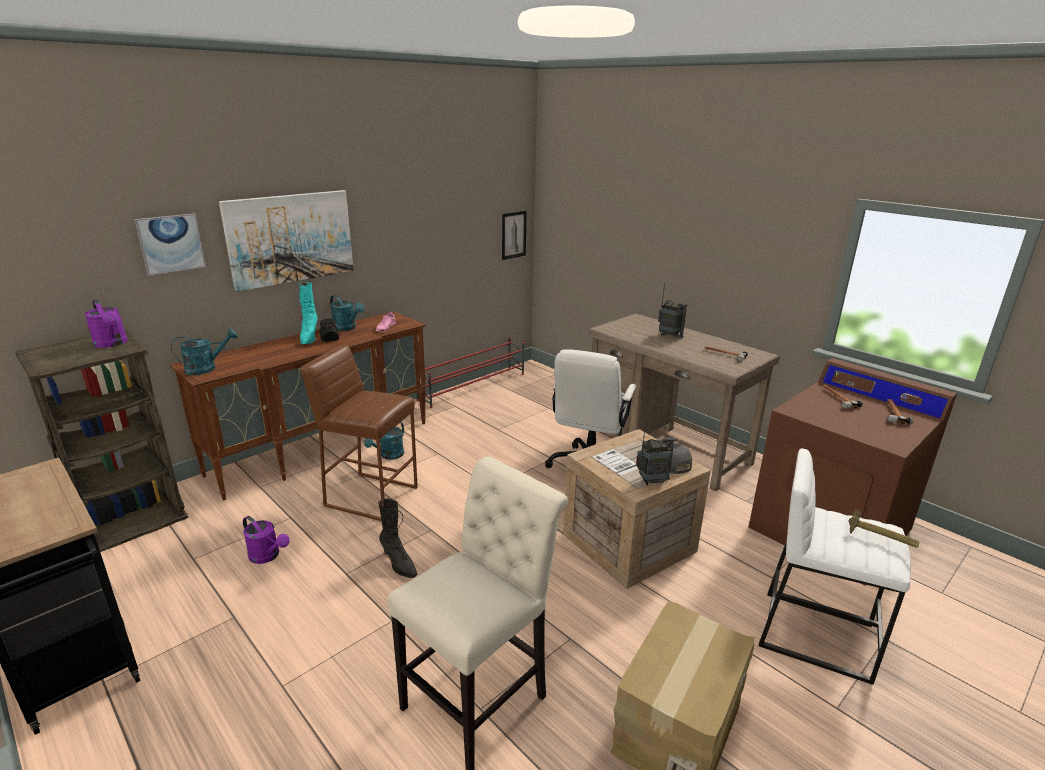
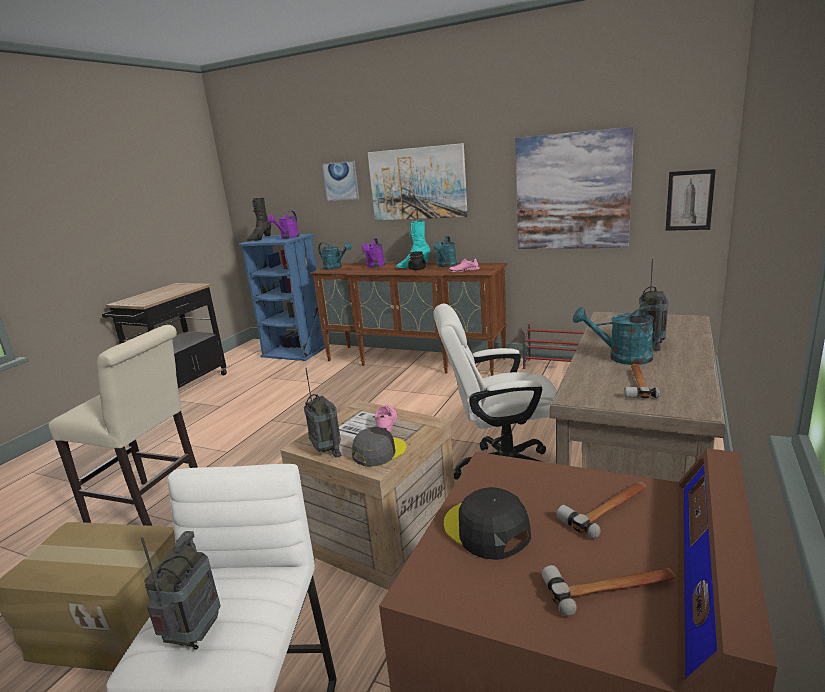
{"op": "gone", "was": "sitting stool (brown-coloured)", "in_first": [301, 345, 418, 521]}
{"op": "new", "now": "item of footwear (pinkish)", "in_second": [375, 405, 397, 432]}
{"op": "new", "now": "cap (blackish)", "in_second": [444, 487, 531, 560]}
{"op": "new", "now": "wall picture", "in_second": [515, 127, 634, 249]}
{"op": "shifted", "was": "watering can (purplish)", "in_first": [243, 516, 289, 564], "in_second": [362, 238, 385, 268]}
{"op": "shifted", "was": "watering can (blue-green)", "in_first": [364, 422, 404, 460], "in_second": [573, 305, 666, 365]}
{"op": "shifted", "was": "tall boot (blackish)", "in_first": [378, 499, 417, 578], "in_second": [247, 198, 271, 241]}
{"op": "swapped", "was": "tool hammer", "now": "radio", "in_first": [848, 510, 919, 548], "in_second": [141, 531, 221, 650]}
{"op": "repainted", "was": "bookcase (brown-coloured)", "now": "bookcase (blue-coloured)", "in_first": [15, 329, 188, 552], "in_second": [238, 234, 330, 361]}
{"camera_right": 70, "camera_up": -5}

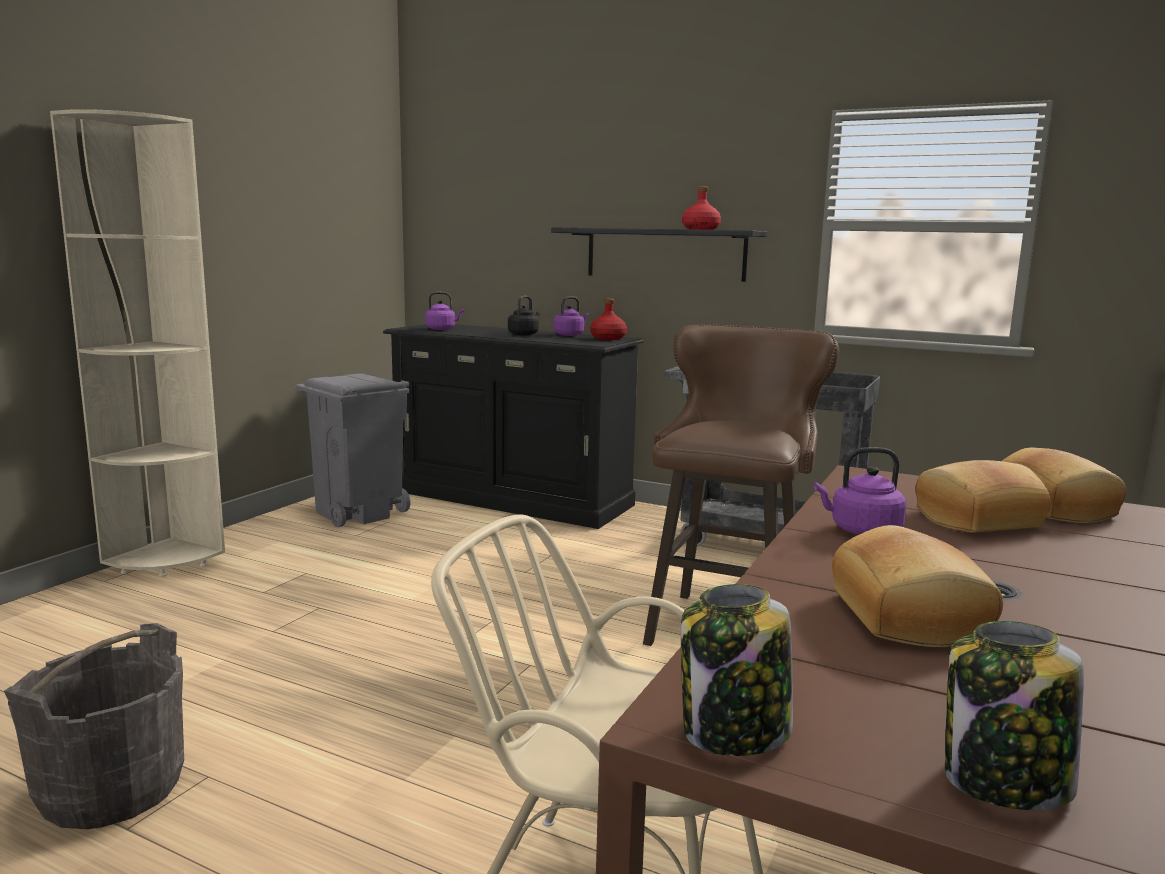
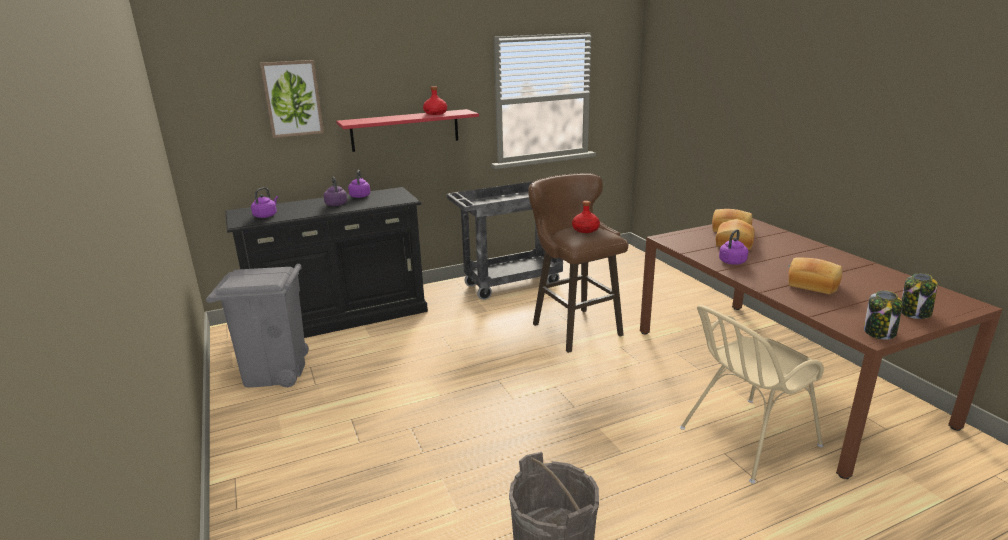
{"op": "gone", "was": "bookcase (sand-coloured)", "in_first": [50, 109, 225, 577]}
{"op": "new", "now": "wall picture", "in_second": [260, 60, 324, 138]}
{"op": "shifted", "was": "beverage bottle (red)", "in_first": [590, 298, 627, 340], "in_second": [572, 201, 600, 233]}
{"op": "repainted", "was": "water kettle (blackish)", "now": "water kettle (purplish)", "in_first": [508, 296, 540, 335], "in_second": [324, 177, 347, 206]}
{"op": "repainted", "was": "shelf (blackish)", "now": "shelf (red)", "in_first": [551, 227, 767, 282], "in_second": [336, 109, 479, 152]}
{"camera_right": -50, "camera_up": 10}

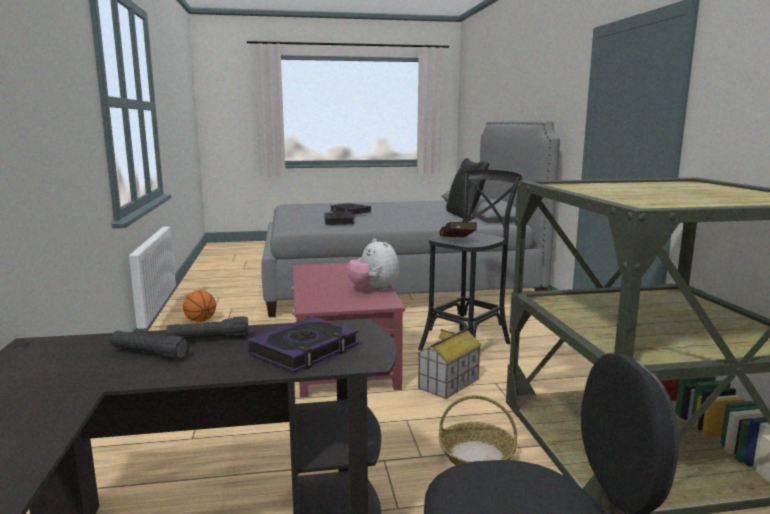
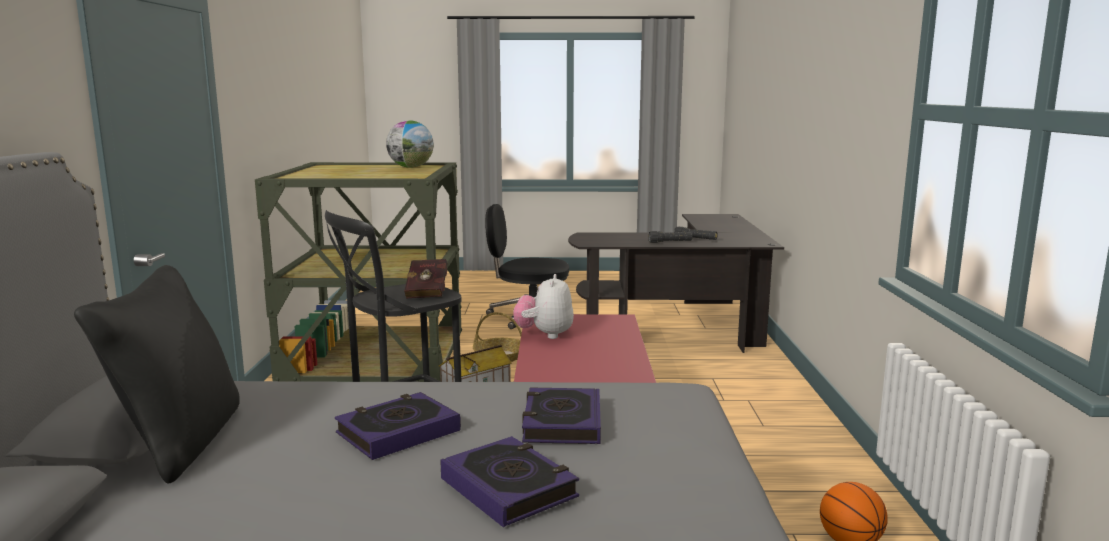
{"op": "new", "now": "globe", "in_second": [386, 120, 434, 168]}
{"op": "shifted", "was": "volume", "in_first": [247, 316, 359, 373], "in_second": [335, 392, 461, 460]}
{"op": "rotated", "was": "plush toy", "in_first": [347, 238, 399, 290], "in_second": [513, 274, 574, 339], "clockwise": -150}
{"camera_right": -170, "camera_up": 0}

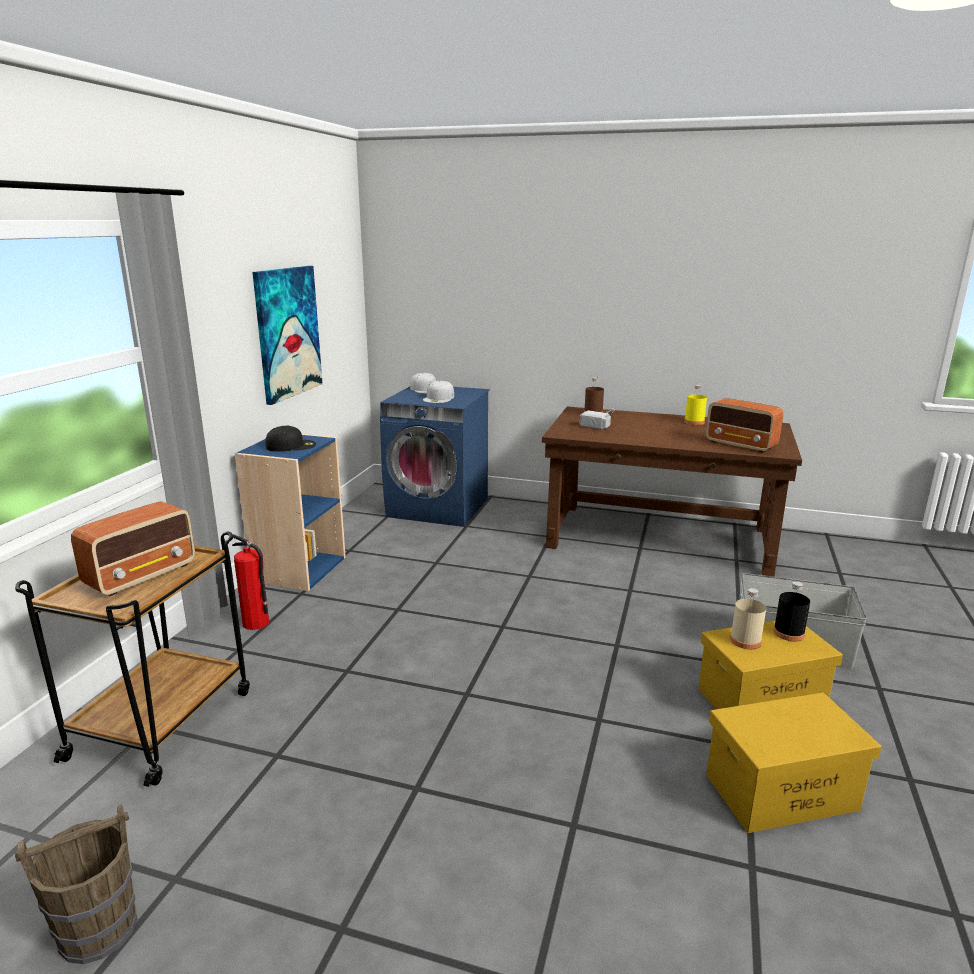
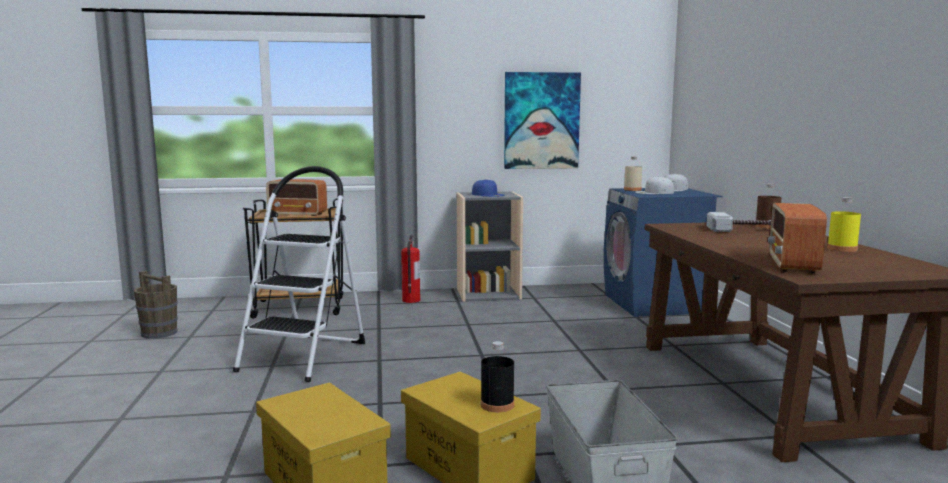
{"op": "new", "now": "step ladder", "in_second": [233, 166, 365, 382]}
{"op": "shifted", "was": "beverage bottle (sand-coloured)", "in_first": [730, 588, 766, 649], "in_second": [624, 157, 642, 191]}
{"op": "repainted", "was": "bookcase (blue-coloured)", "now": "bookcase (grey)", "in_first": [235, 434, 346, 591], "in_second": [457, 192, 523, 302]}
{"op": "repainted", "was": "cap (blackish)", "now": "cap (blue-coloured)", "in_first": [265, 426, 316, 452], "in_second": [472, 179, 505, 197]}
{"camera_right": 65, "camera_up": -10}

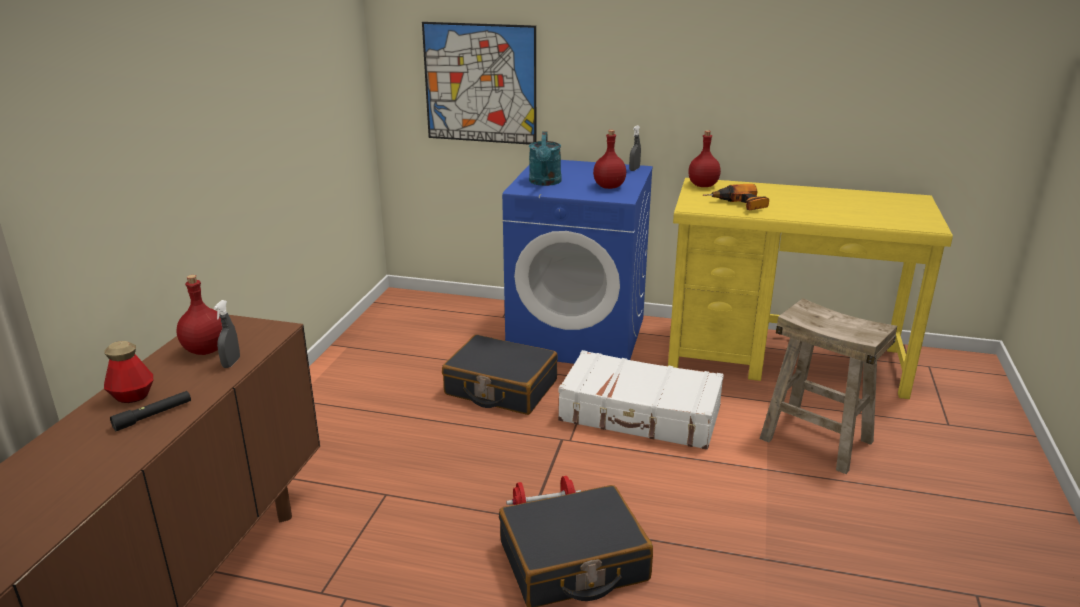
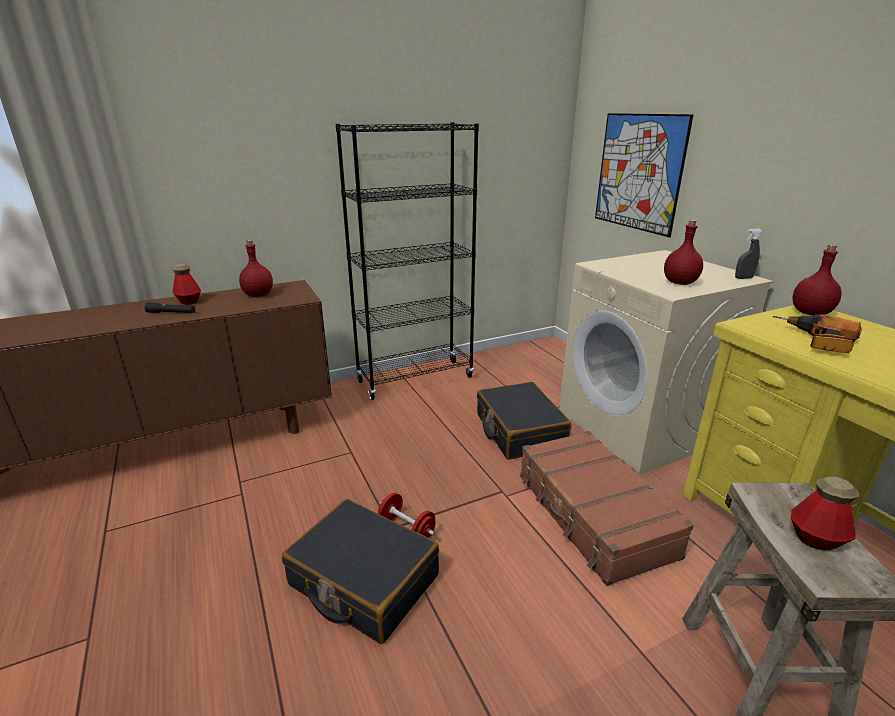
{"op": "gone", "was": "sprayer (grey)", "in_first": [214, 300, 240, 368]}
{"op": "gone", "was": "watering can (blue-green)", "in_first": [529, 131, 561, 186]}
{"op": "new", "now": "bookcase (blackish)", "in_second": [336, 122, 479, 400]}
{"op": "new", "now": "beverage bottle", "in_second": [791, 477, 858, 551]}
{"op": "repainted", "was": "laundry appliance (blue-coloured)", "now": "laundry appliance (sand-coloured)", "in_first": [502, 160, 653, 364], "in_second": [559, 250, 773, 474]}
{"op": "repainted", "was": "suitcase (whitish)", "now": "suitcase (brown-coloured)", "in_first": [558, 350, 724, 450], "in_second": [520, 431, 694, 586]}
{"camera_right": 50, "camera_up": 0}

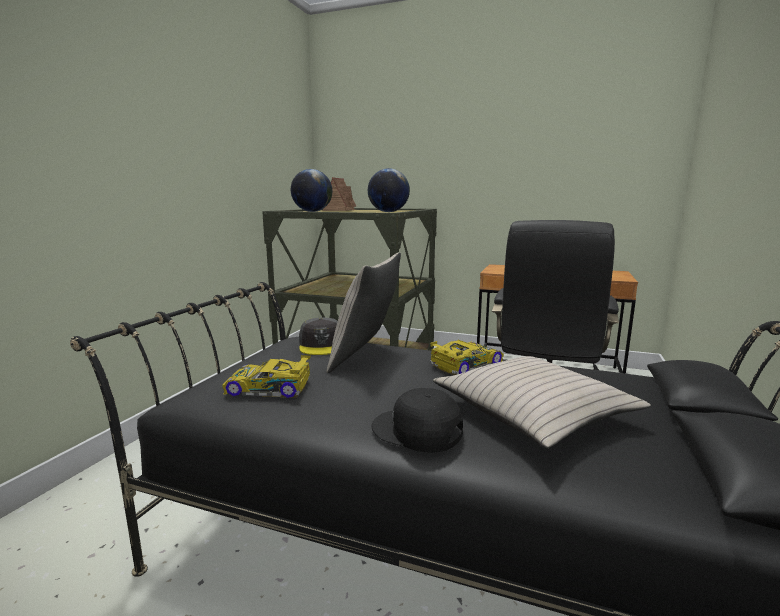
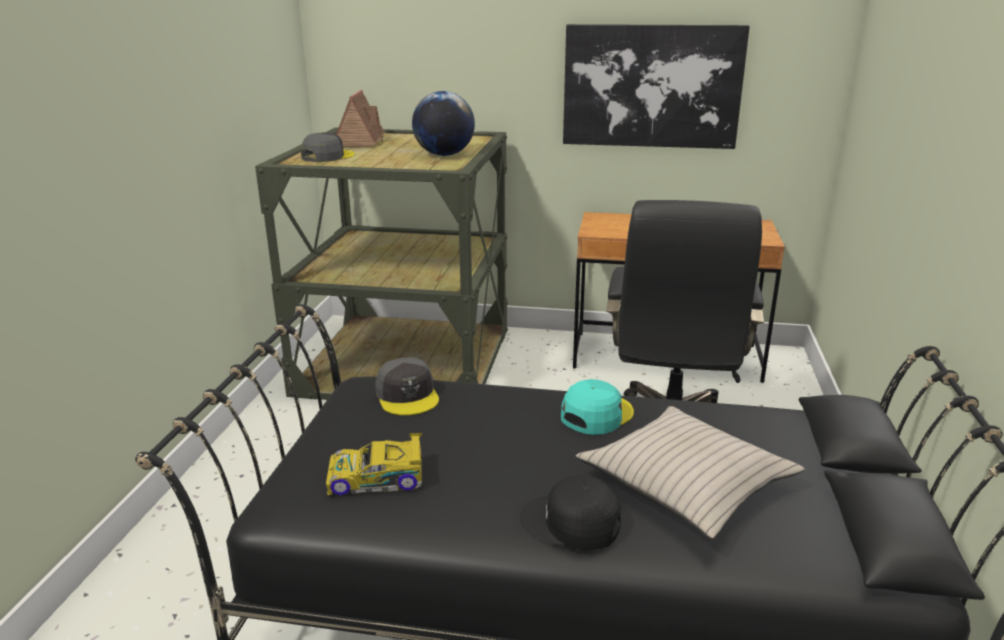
{"op": "gone", "was": "throw pillow (sand-coloured)", "in_first": [327, 252, 401, 373]}
{"op": "new", "now": "wall picture", "in_second": [563, 24, 750, 149]}
{"op": "swapped", "was": "globe", "now": "cap (grey)", "in_first": [291, 169, 332, 212], "in_second": [301, 132, 355, 162]}
{"op": "swapped", "was": "miniature car", "now": "cap (blue-green)", "in_first": [430, 340, 504, 375], "in_second": [561, 379, 634, 435]}
{"camera_right": -10, "camera_up": 10}

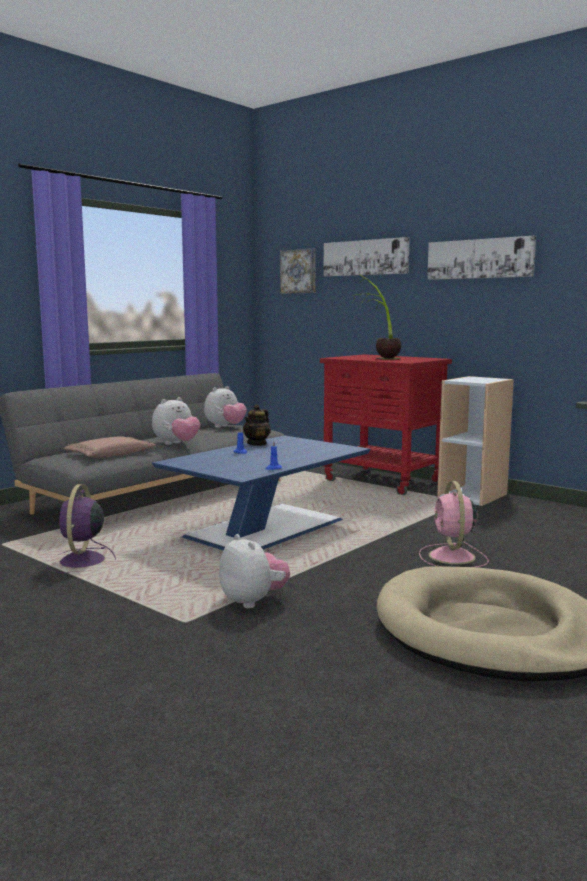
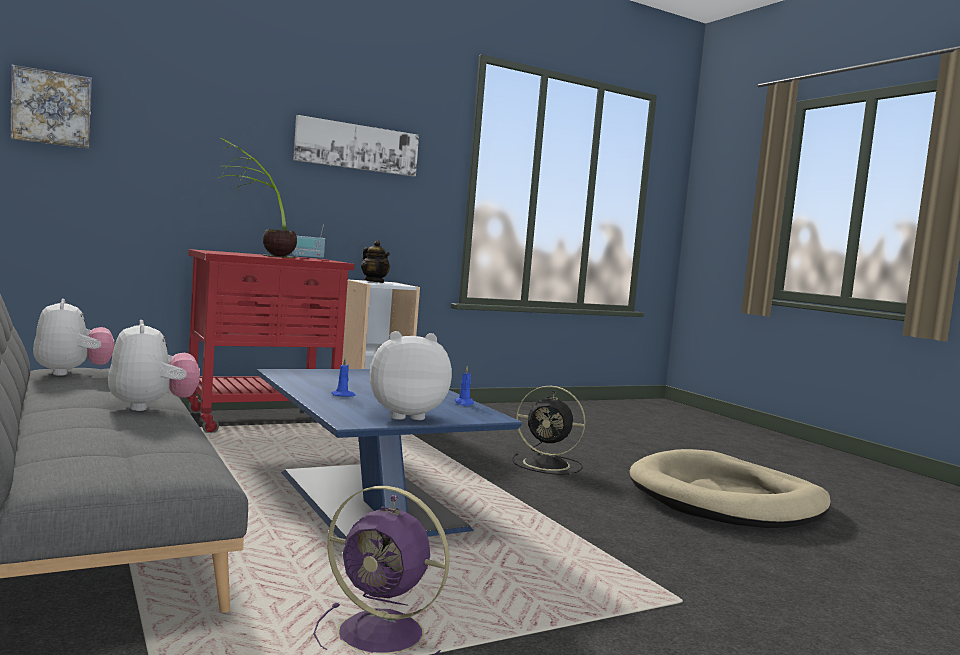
{"op": "gone", "was": "throw pillow (sand-coloured)", "in_first": [64, 436, 155, 458]}
{"op": "gone", "was": "wall picture", "in_first": [323, 237, 410, 276]}
{"op": "new", "now": "radio", "in_second": [293, 224, 325, 259]}
{"op": "shifted", "was": "plush toy", "in_first": [219, 534, 290, 608], "in_second": [370, 331, 452, 420]}
{"op": "shifted", "was": "tea pot", "in_first": [243, 404, 271, 446], "in_second": [361, 240, 390, 283]}
{"op": "repainted", "was": "fan (pinkish)", "now": "fan (blackish)", "in_first": [419, 481, 488, 567], "in_second": [512, 386, 586, 475]}
{"camera_right": -70, "camera_up": -5}

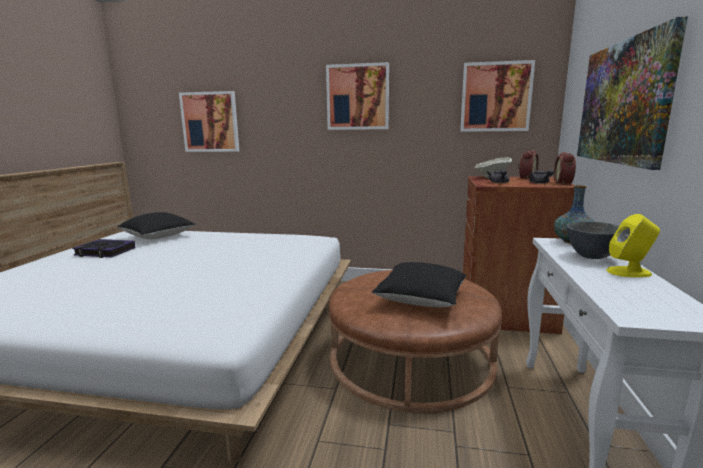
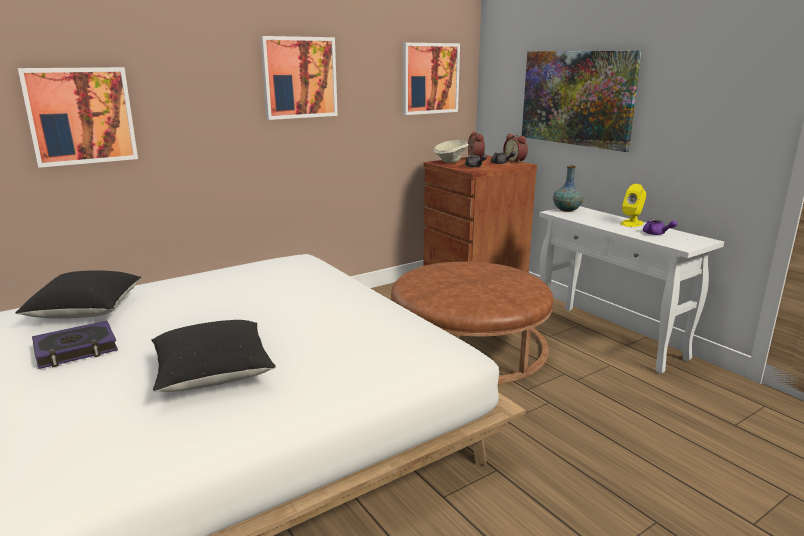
{"op": "gone", "was": "bowl (grey)", "in_first": [566, 221, 619, 259]}
{"op": "new", "now": "tea pot (purplish)", "in_second": [643, 219, 677, 235]}
{"op": "shifted", "was": "throw pillow (blackish)", "in_first": [372, 262, 467, 307], "in_second": [152, 320, 276, 392]}
{"camera_right": -45, "camera_up": 5}

